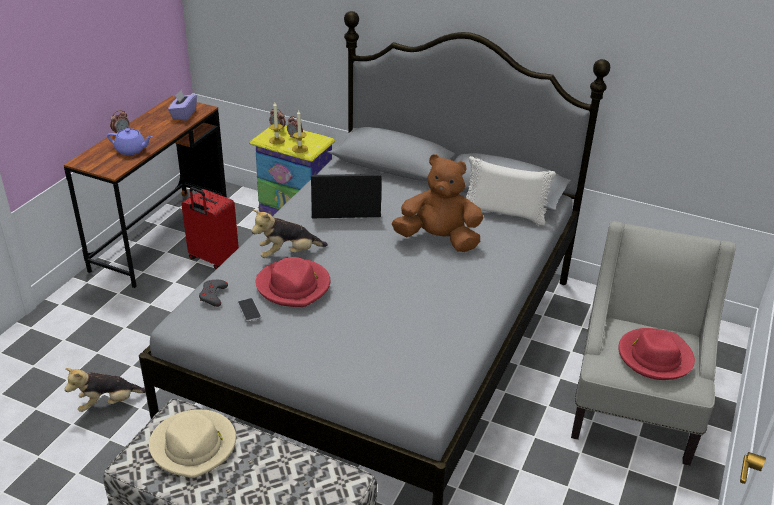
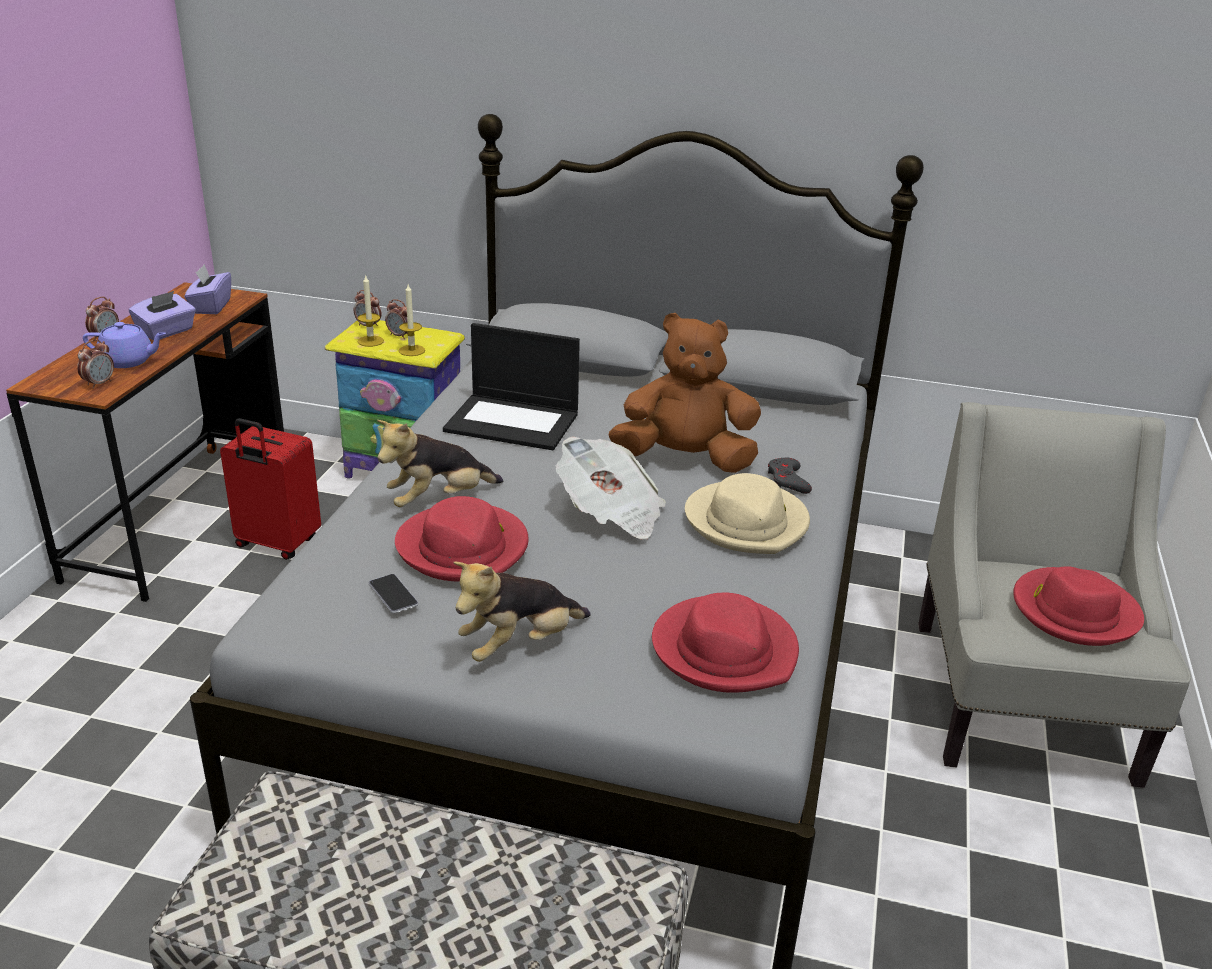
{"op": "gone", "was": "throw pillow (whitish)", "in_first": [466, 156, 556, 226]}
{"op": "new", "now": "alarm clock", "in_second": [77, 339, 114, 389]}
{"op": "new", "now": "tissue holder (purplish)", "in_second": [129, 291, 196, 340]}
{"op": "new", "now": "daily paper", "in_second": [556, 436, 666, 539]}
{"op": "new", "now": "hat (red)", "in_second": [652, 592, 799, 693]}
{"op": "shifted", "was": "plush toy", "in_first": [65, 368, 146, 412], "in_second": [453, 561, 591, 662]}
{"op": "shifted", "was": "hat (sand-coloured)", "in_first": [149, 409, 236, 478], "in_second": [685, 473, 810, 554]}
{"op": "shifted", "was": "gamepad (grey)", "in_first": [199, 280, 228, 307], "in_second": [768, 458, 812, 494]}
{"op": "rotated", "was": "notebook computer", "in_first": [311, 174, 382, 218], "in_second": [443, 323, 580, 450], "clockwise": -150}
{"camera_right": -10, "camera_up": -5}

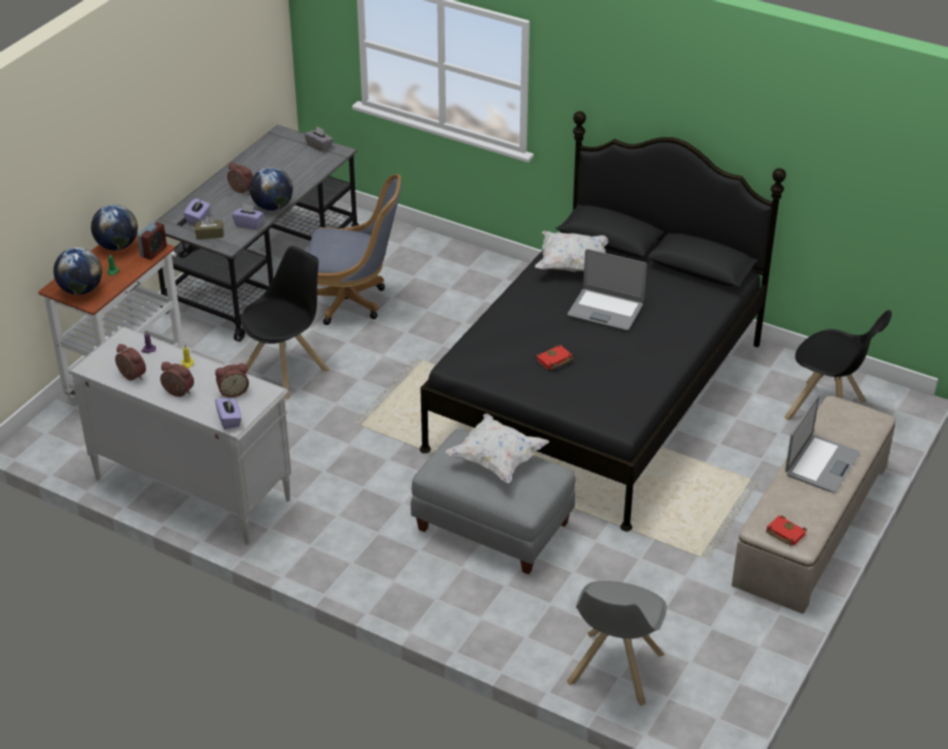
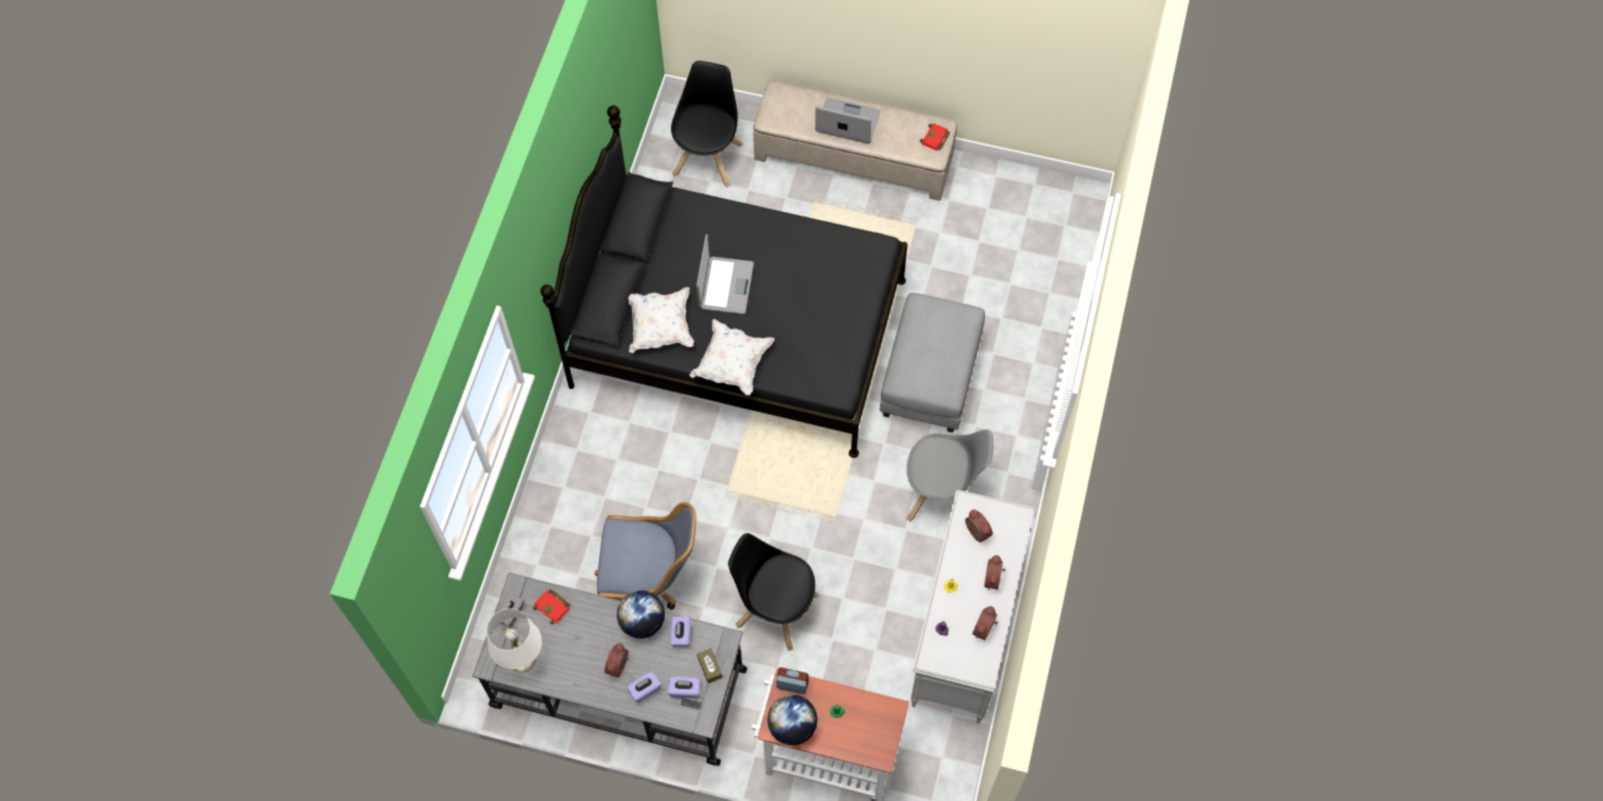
{"op": "gone", "was": "globe", "in_first": [53, 247, 102, 295]}
{"op": "new", "now": "tabletop lamp (whitish)", "in_second": [486, 609, 542, 673]}
{"op": "shifted", "was": "tissue holder (purplish)", "in_first": [215, 397, 242, 429], "in_second": [627, 671, 662, 702]}
{"op": "shifted", "was": "throw pillow (whitish)", "in_first": [446, 414, 550, 483], "in_second": [690, 319, 775, 395]}
{"op": "shifted", "was": "volume (red)", "in_first": [536, 345, 573, 370], "in_second": [532, 589, 570, 625]}
{"op": "shifted", "was": "plain chair (grey)", "in_first": [567, 581, 667, 706], "in_second": [907, 429, 993, 522]}
{"op": "rotated", "was": "office chair (blue-coloured)", "in_first": [308, 174, 401, 325], "in_second": [595, 502, 696, 610], "clockwise": 105}
{"camera_right": -105, "camera_up": 25}

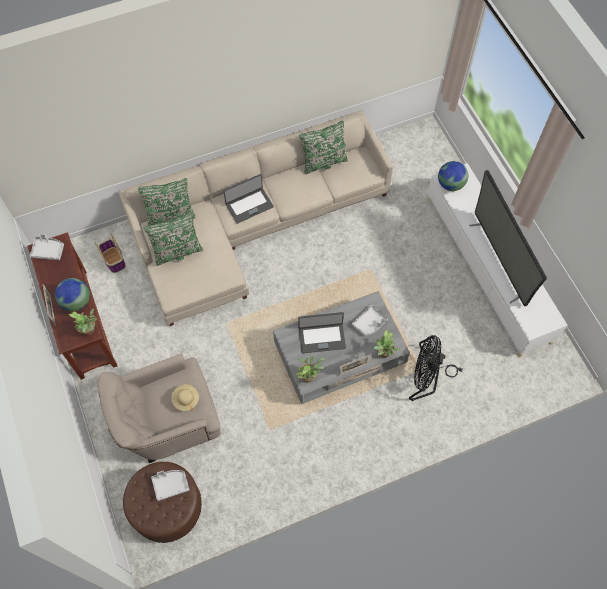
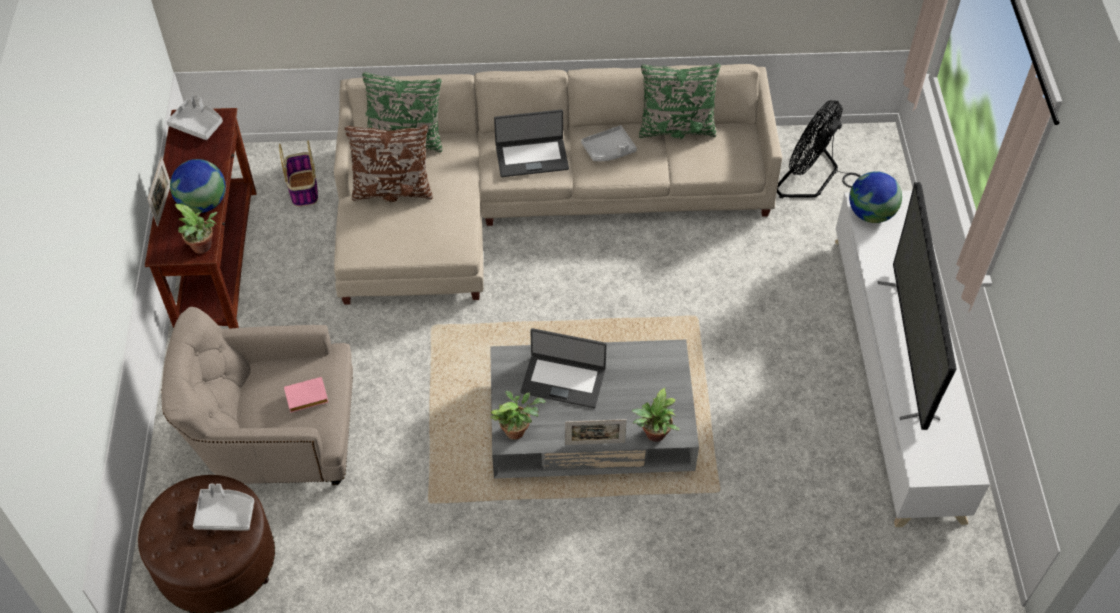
{"op": "shifted", "was": "tray (grey)", "in_first": [352, 305, 388, 336], "in_second": [581, 125, 637, 161]}
{"op": "shifted", "was": "fan (blackish)", "in_first": [409, 335, 464, 401], "in_second": [777, 100, 860, 198]}
{"op": "swapped", "was": "hat (sand-coloured)", "now": "volume (pinkish)", "in_first": [171, 384, 199, 411], "in_second": [284, 377, 328, 413]}
{"op": "repainted", "was": "throw pillow (green-coloured)", "now": "throw pillow (brown-coloured)", "in_first": [143, 212, 203, 266], "in_second": [345, 125, 433, 202]}
{"camera_right": 20, "camera_up": -10}

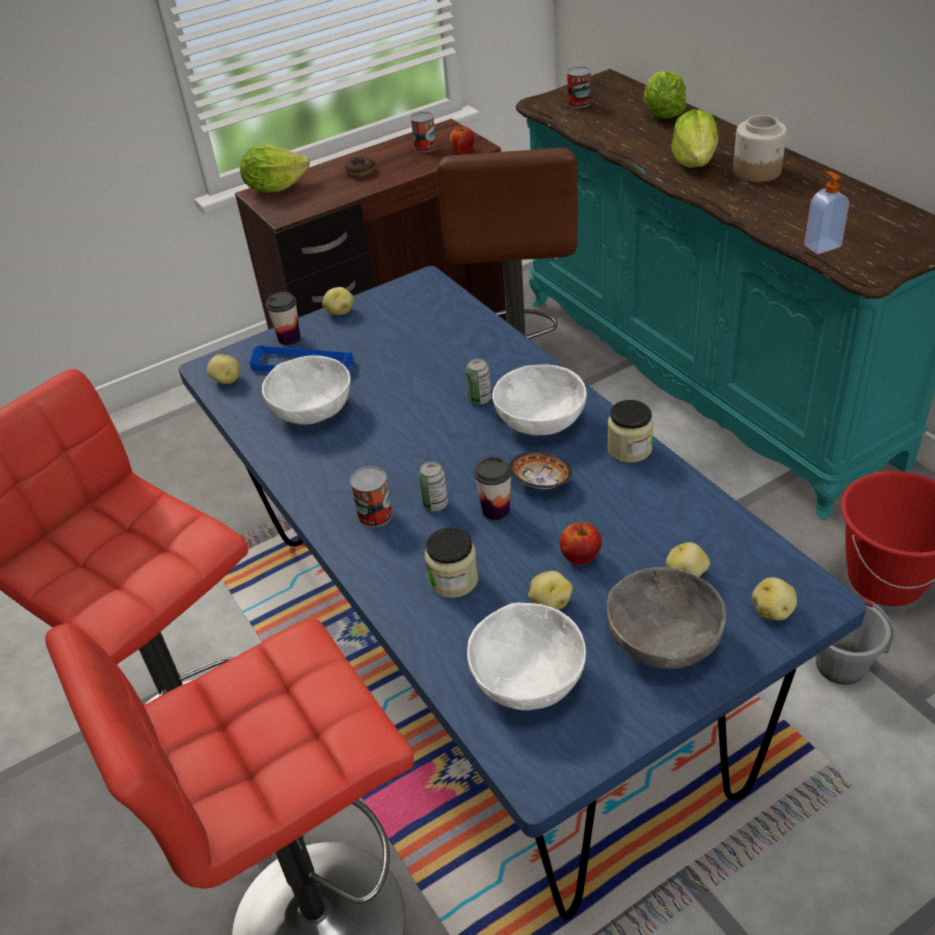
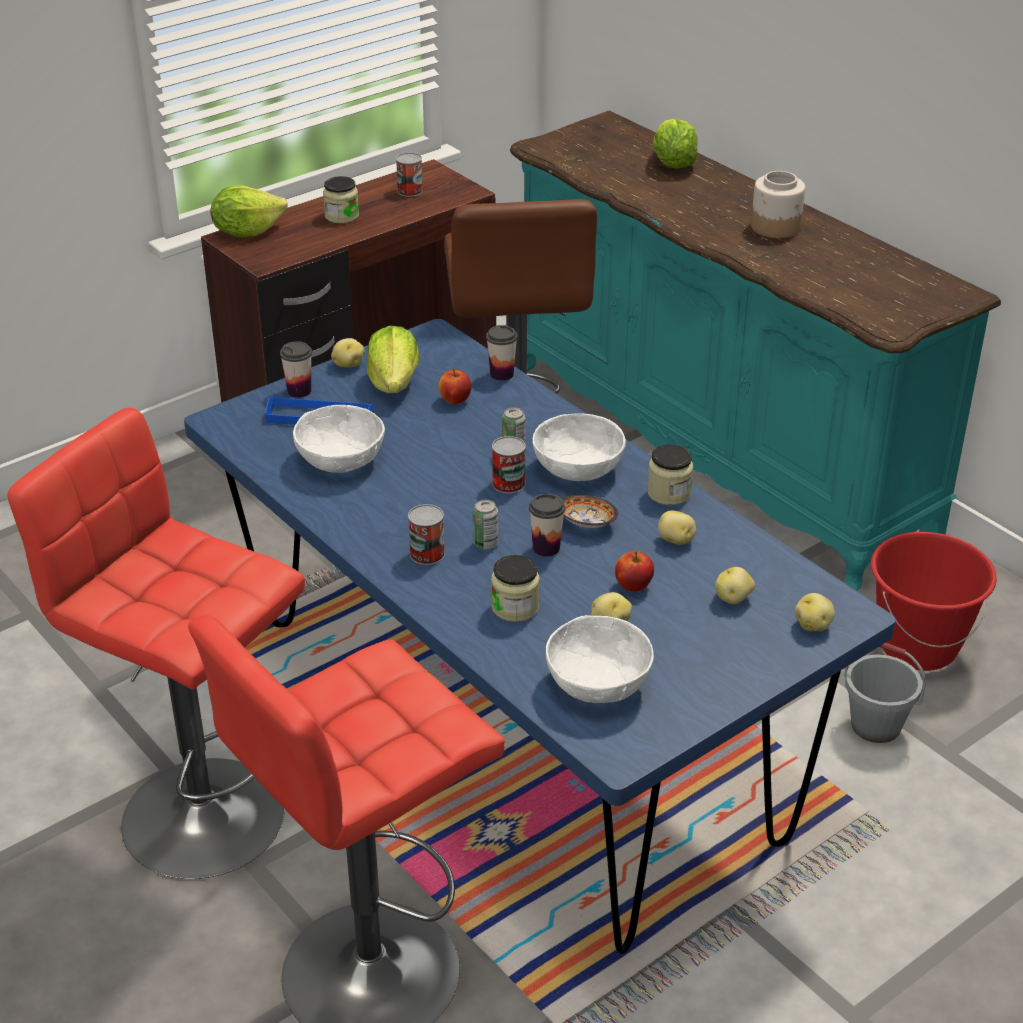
{"op": "gone", "was": "bowl (grey)", "in_first": [607, 567, 726, 669]}
{"op": "gone", "was": "soap bottle", "in_first": [804, 171, 849, 254]}
{"op": "new", "now": "cup", "in_second": [486, 325, 518, 381]}
{"op": "shifted", "was": "spud", "in_first": [207, 354, 240, 384], "in_second": [658, 510, 696, 545]}
{"op": "shifted", "was": "apple fruit", "in_first": [450, 125, 474, 154], "in_second": [438, 368, 471, 404]}
{"op": "shifted", "was": "sealed can", "in_first": [567, 66, 591, 108], "in_second": [492, 436, 526, 494]}
{"op": "shifted", "was": "lettuce", "in_first": [671, 109, 718, 168], "in_second": [367, 326, 420, 393]}
{"op": "swapped", "was": "doughnut", "now": "preserve jar", "in_first": [344, 156, 375, 177], "in_second": [323, 176, 359, 224]}
{"camera_right": -10, "camera_up": -5}

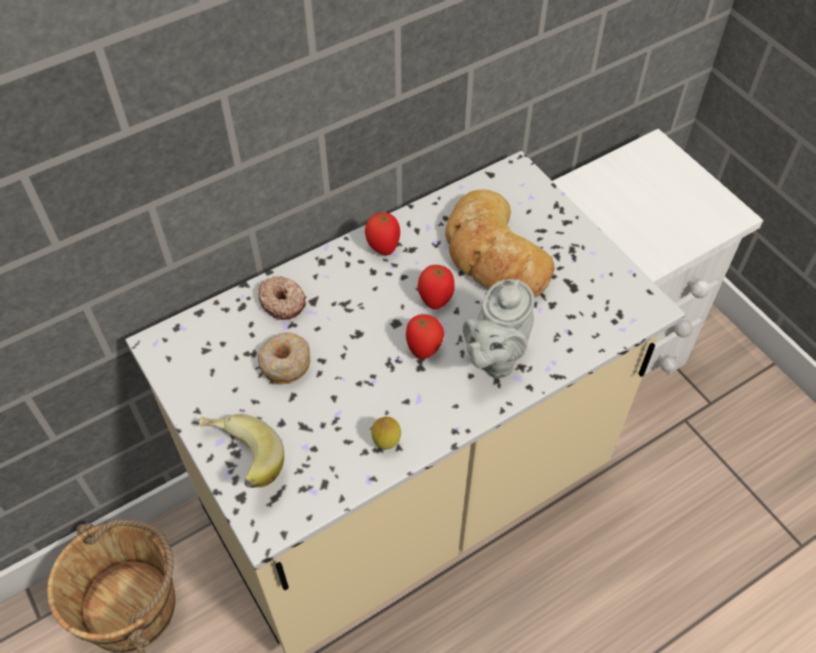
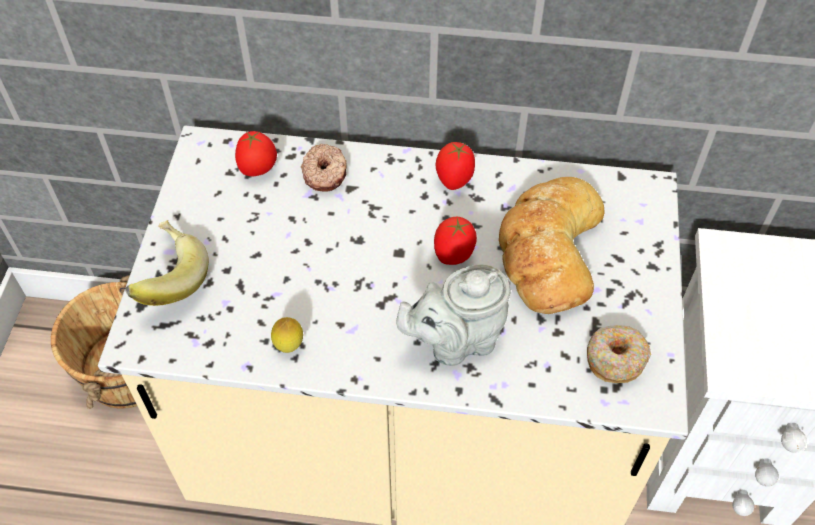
{"op": "shifted", "was": "doughnut", "in_first": [258, 332, 311, 384], "in_second": [587, 325, 651, 383]}
{"op": "shifted", "was": "tomato", "in_first": [406, 314, 444, 359], "in_second": [235, 131, 277, 176]}
{"camera_right": 40, "camera_up": 0}

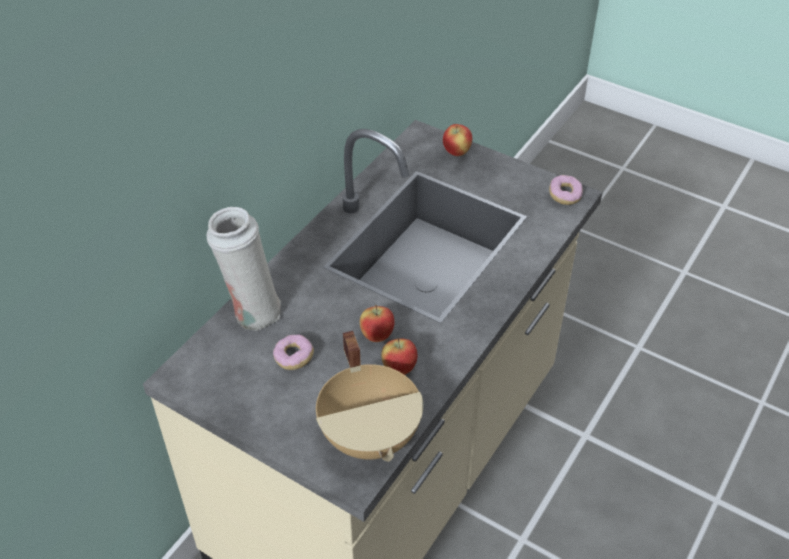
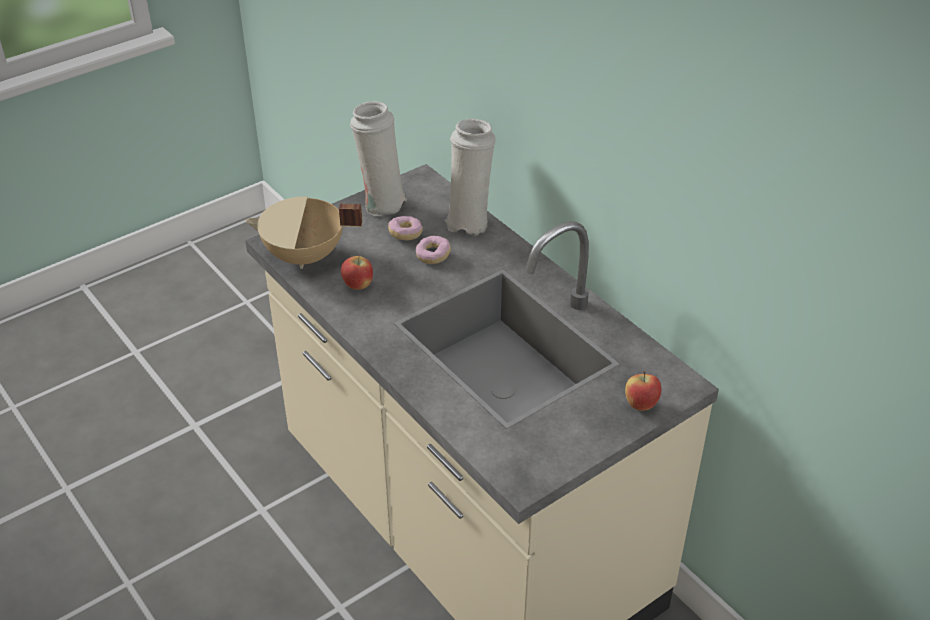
{"op": "gone", "was": "apple fruit", "in_first": [360, 305, 395, 342]}
{"op": "new", "now": "decorative vase (whitish)", "in_second": [350, 101, 407, 216]}
{"op": "shifted", "was": "doughnut", "in_first": [549, 175, 583, 205], "in_second": [416, 236, 451, 264]}
{"camera_right": 110, "camera_up": -5}

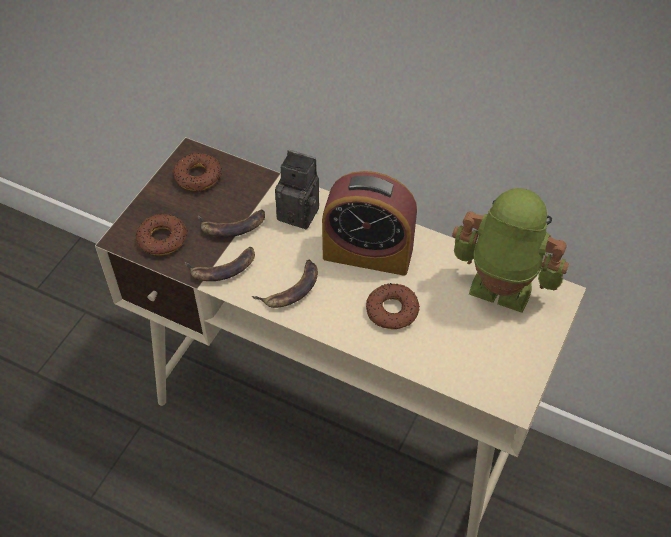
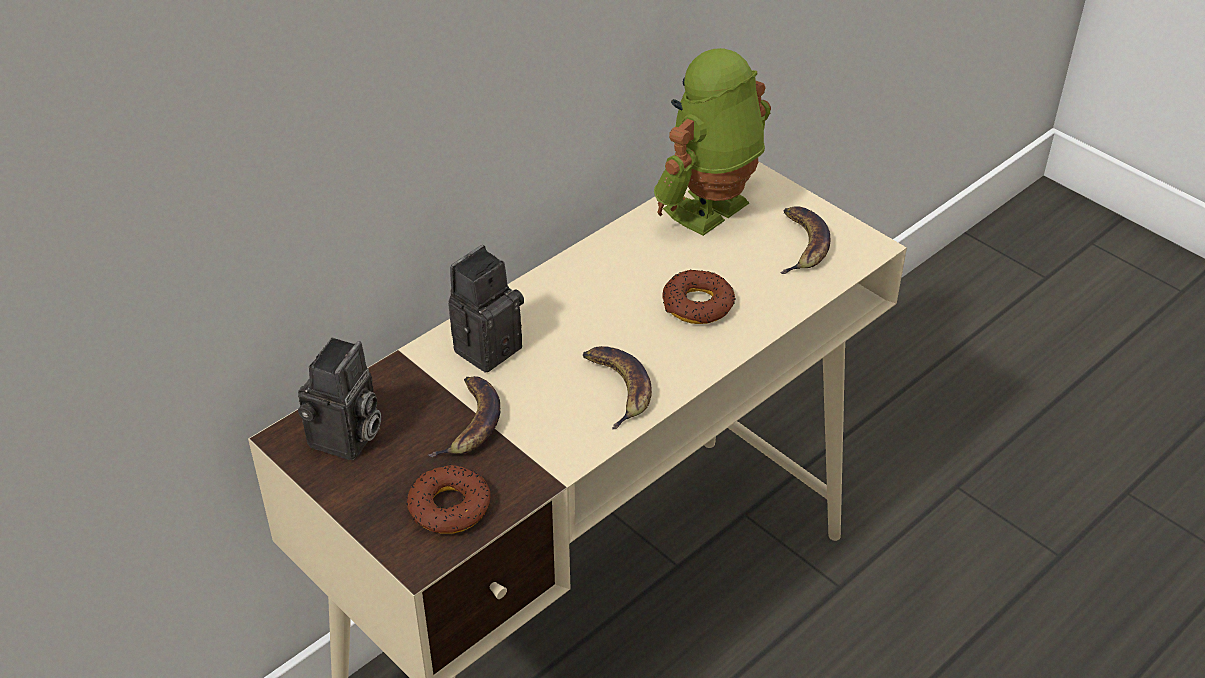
{"op": "gone", "was": "alarm clock", "in_first": [322, 171, 417, 276]}
{"op": "shifted", "was": "whole banana", "in_first": [184, 247, 255, 281], "in_second": [780, 206, 830, 274]}
{"op": "swapped", "was": "doughnut", "now": "photo camera", "in_first": [173, 153, 222, 192], "in_second": [298, 337, 381, 460]}
{"camera_right": -70, "camera_up": -10}

